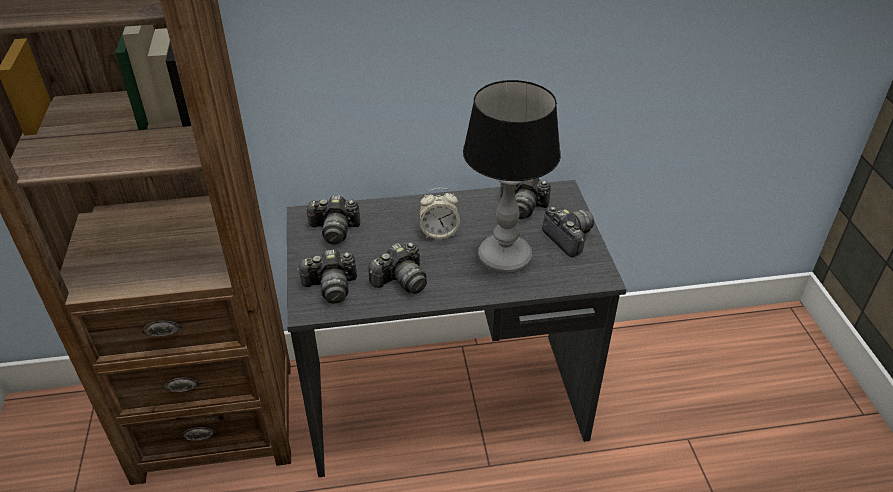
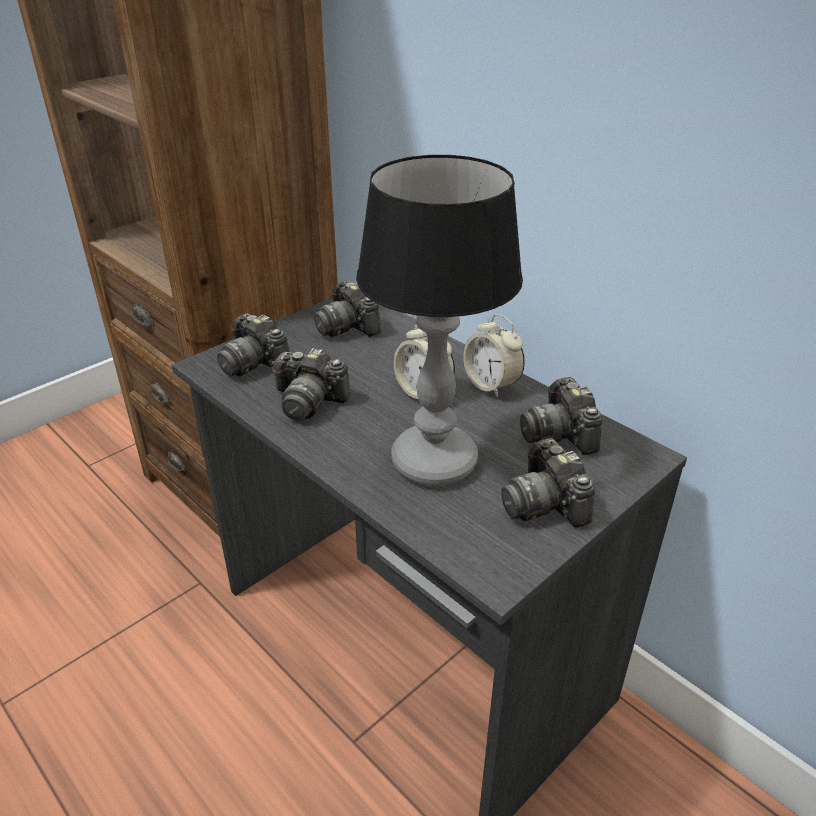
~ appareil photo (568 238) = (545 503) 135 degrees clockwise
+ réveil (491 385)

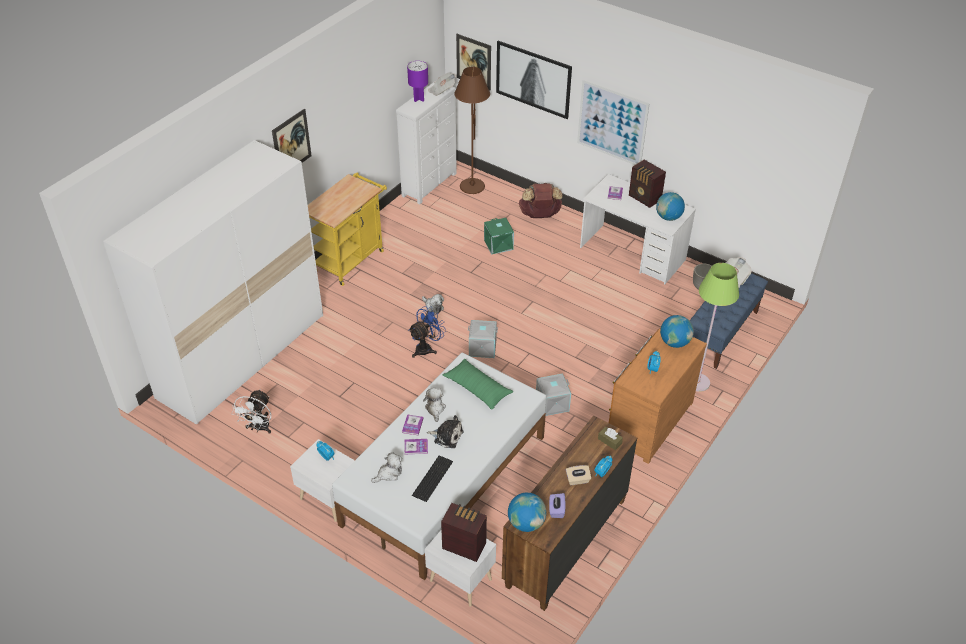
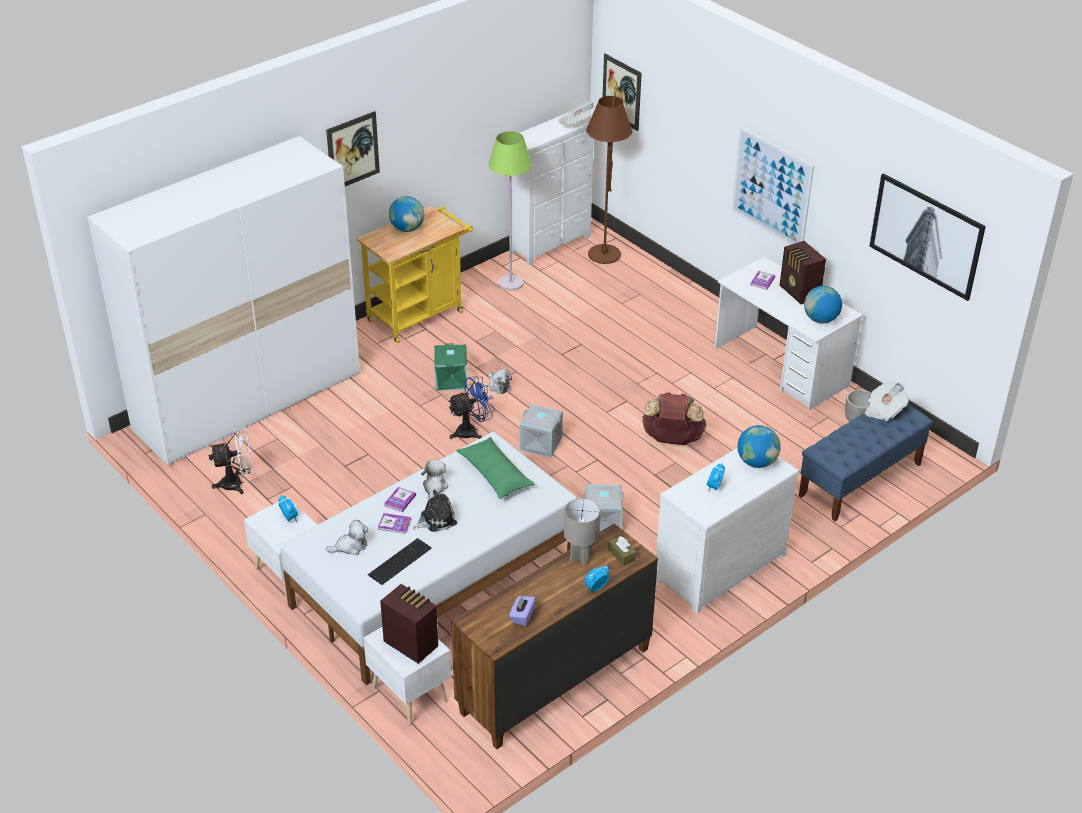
~ ventilateur (blanc) (259 428) = (237 483) 135 degrees counterclockwise
- lampe de table (violet) (418 99)
~ peluche (447 436) = (436 519) 60 degrees counterclockwise
~ boîte de rangement (vert) (499 245) to (452 380)
~ tableau (533 79) to (926 236)
~ globe (526 523) to (407 228)
~ sac à dos (marron) (539 215) to (672 440)
- boîte à mouchoirs (beige) (577 480)
~ commode (marron) (647 421) to commode (blanc) (717 565)
~ lampadaire (vert) (698 382) to (510 283)
+ lampe de table (gris) (580 557)

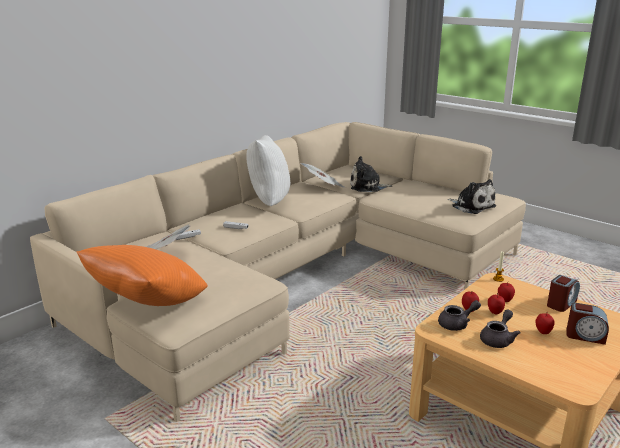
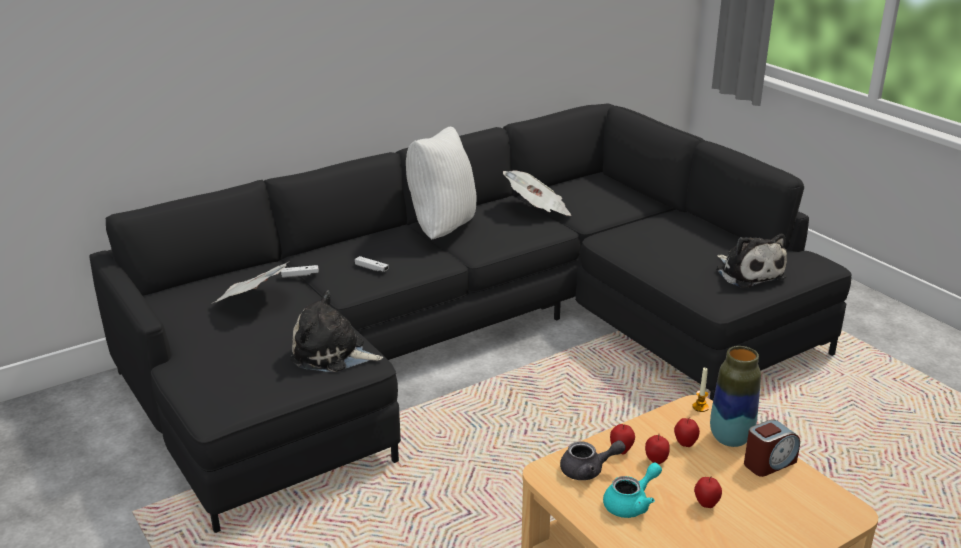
~ canapé (beige) (299 274) to canapé (noir) (476 340)
- coussin (orange) (148 305)
~ peluche (367 187) to (332 354)
~ théière (gris) (498 339) to théière (turquoise) (631 504)
- réveil (585 336)
+ vase (730 438)

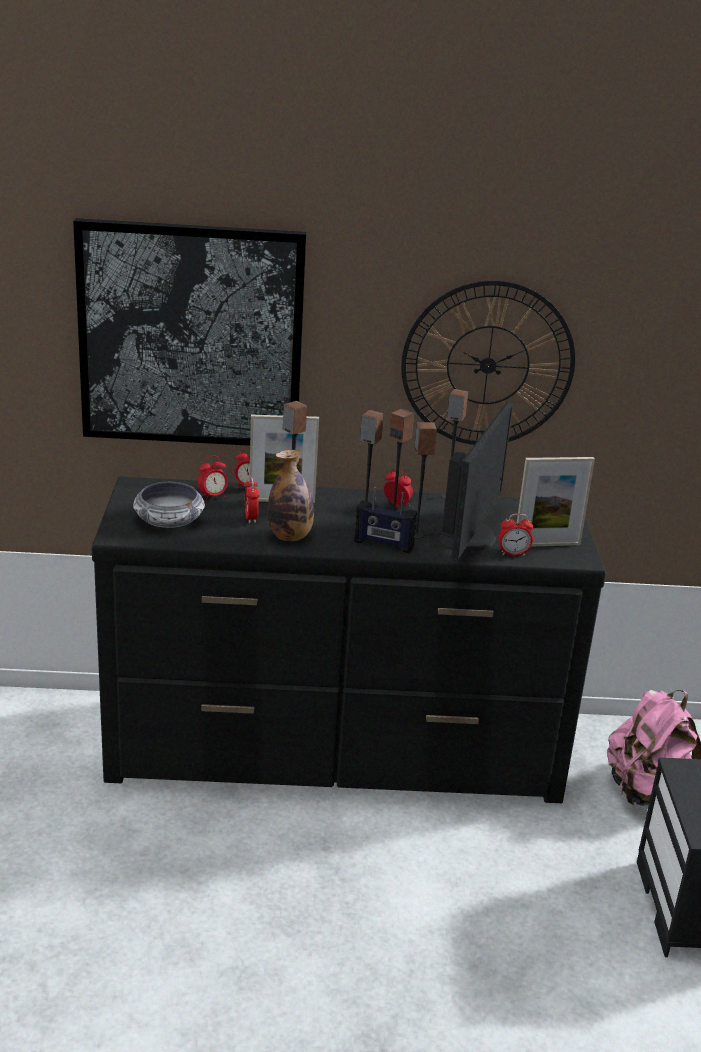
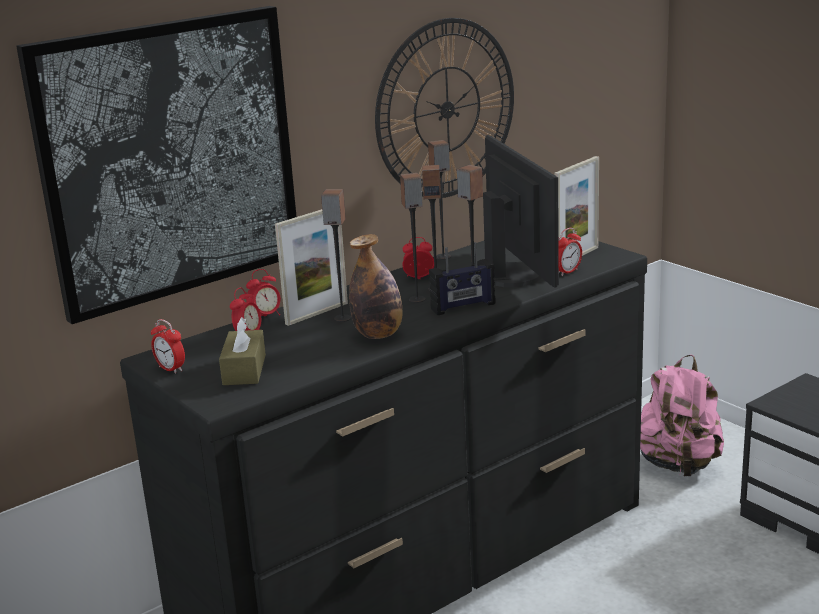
~ bol (169 520) to boîte à mouchoirs (marron) (244 370)
~ réveil (251 518) to (170 369)

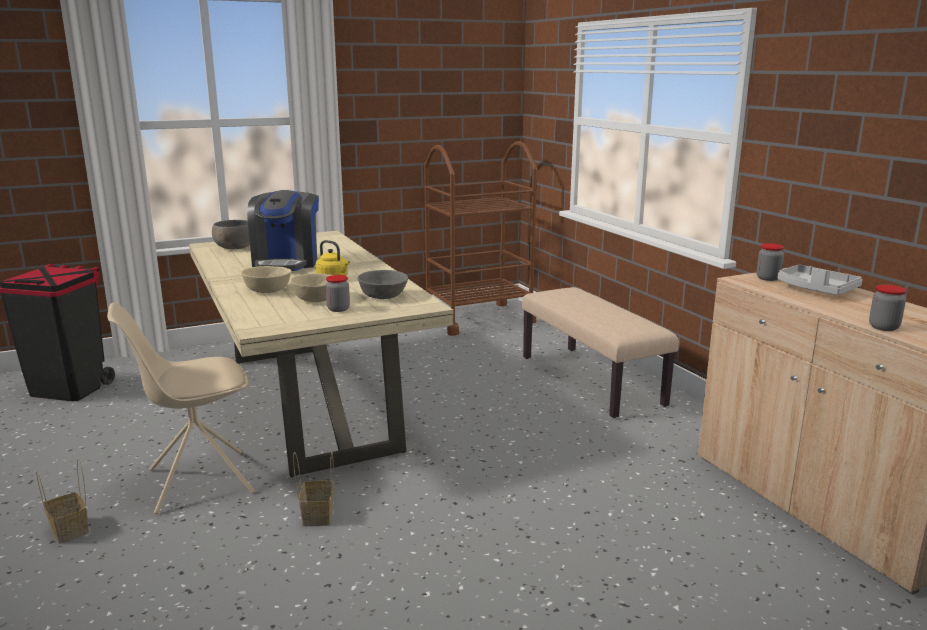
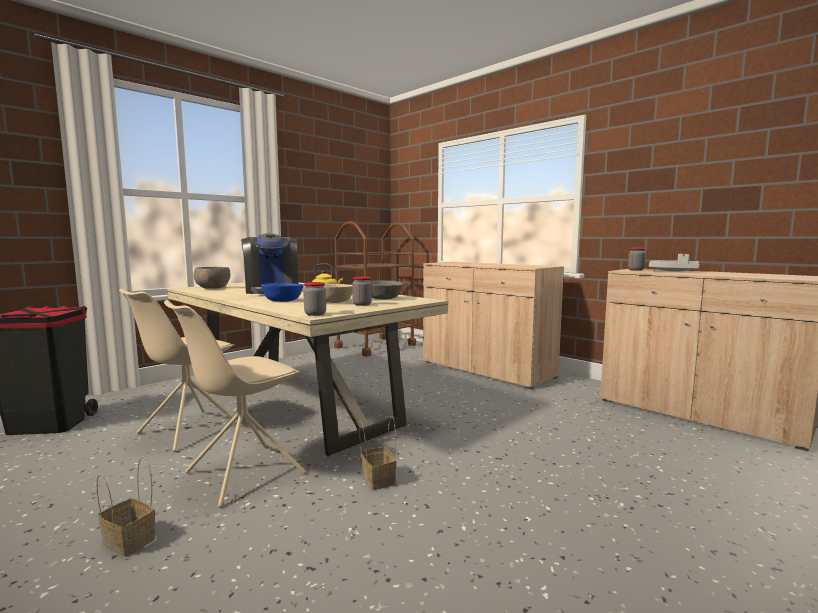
~ bol (beige) (267 290) to bol (bleu) (282 301)
~ banc (beige) (591 380) to meuble de rangement (beige) (486 369)
~ bocal (883 327) to (315 314)
+ chaise (beige) (188 430)

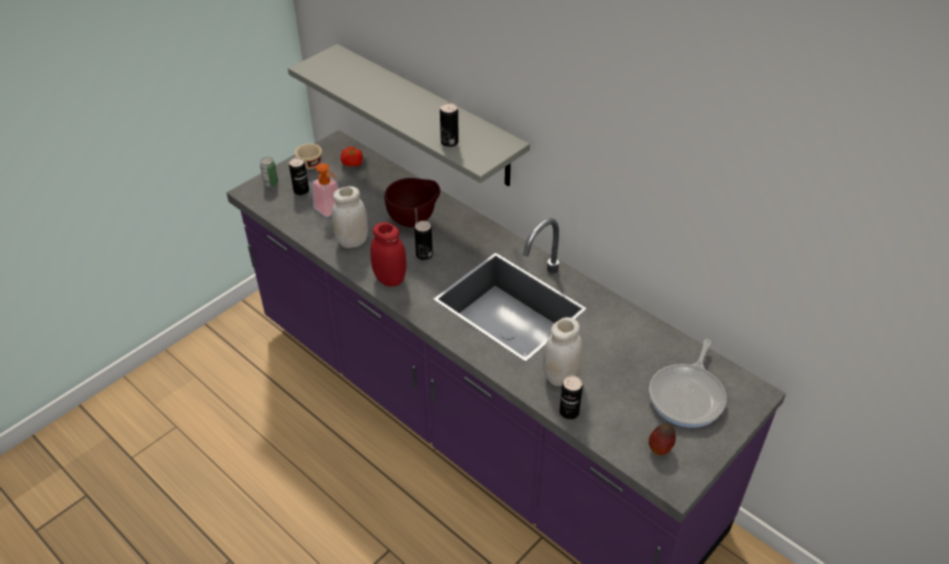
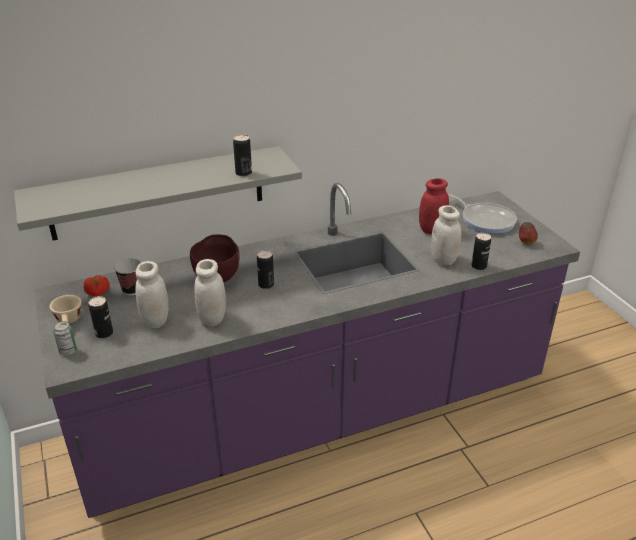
~ distributeur de savon (331 211) to bocal (blanc) (155 321)
~ bocal (rouge) (390 279) to (432 230)
+ tasse (132 290)

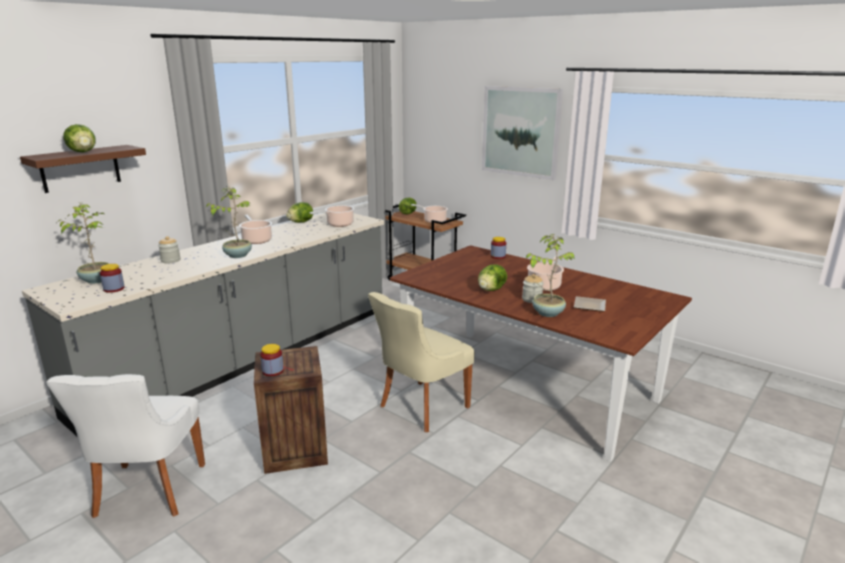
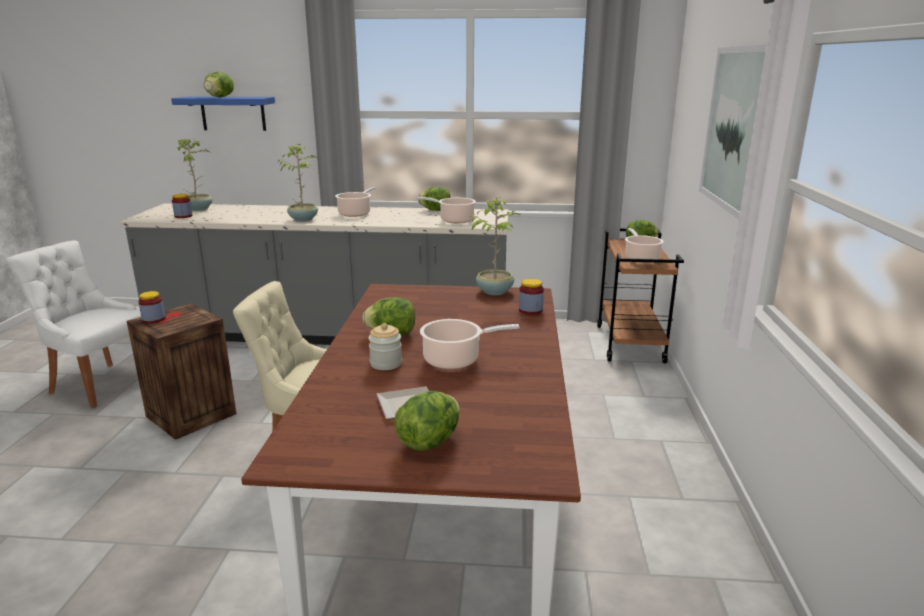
~ étagère (marron) (80 168) to étagère (bleu) (233 113)
~ chaise (blanc) (148 492) = (101 383) 60 degrees clockwise
- bocal (170 260)
~ plante en pot (547 313) to (495 291)
+ laitue (429 441)

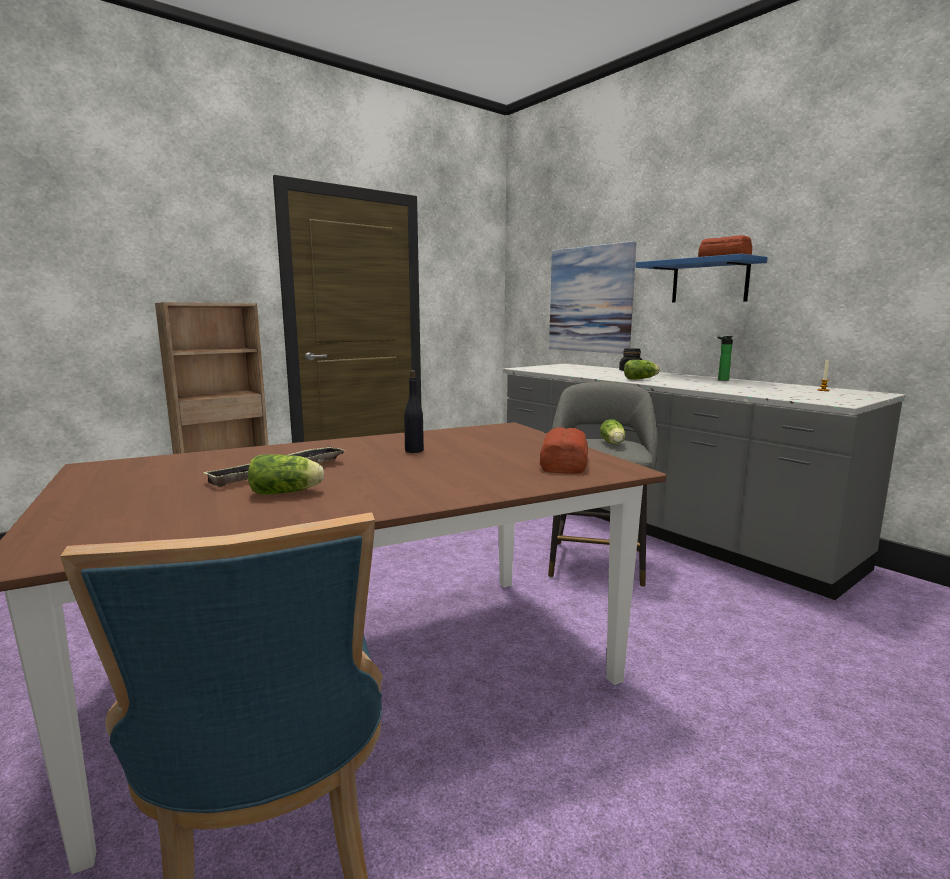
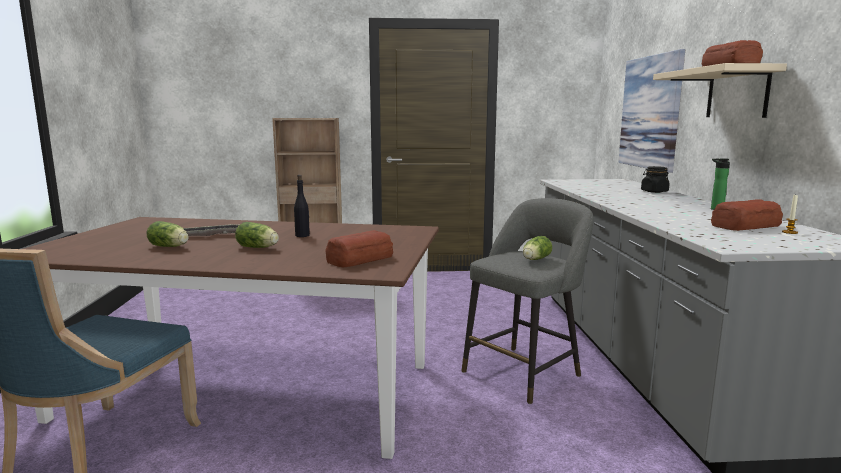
~ laitue (641 379) to (259 248)
~ étagère (bleu) (709 281) to étagère (beige) (737 93)
+ pain (746 226)

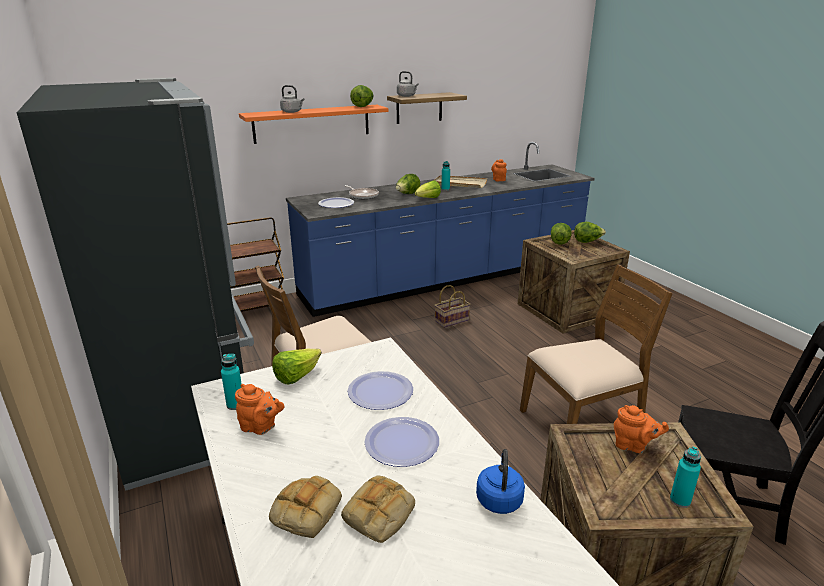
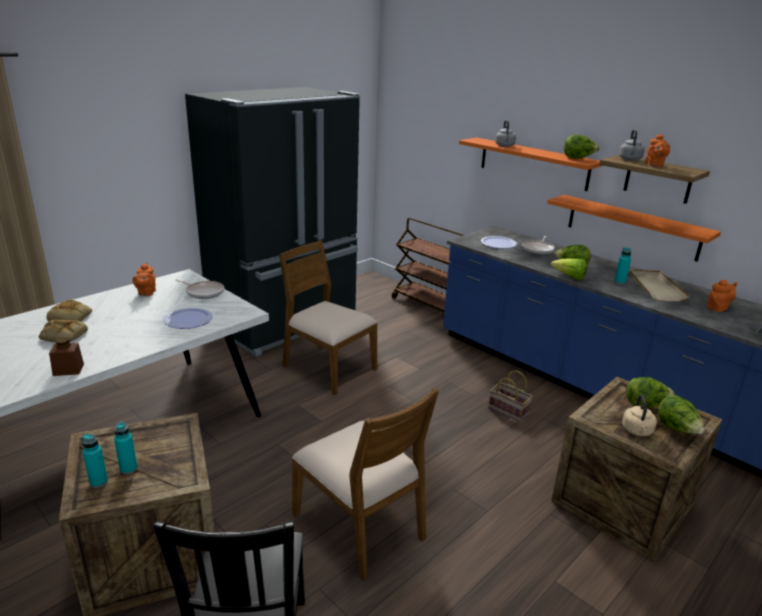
~ bouteille (turquoise) (235 405) to (128 468)
~ laitue (297 376) to poêle (203 292)
- assiette (401 443)
~ bouilloire (bleu) (499 498) to bocal (marron) (68 370)
~ théière (orange) (633 446) to (654 165)
+ étagère (orange) (632 227)
+ bouilloire (beige) (637 431)

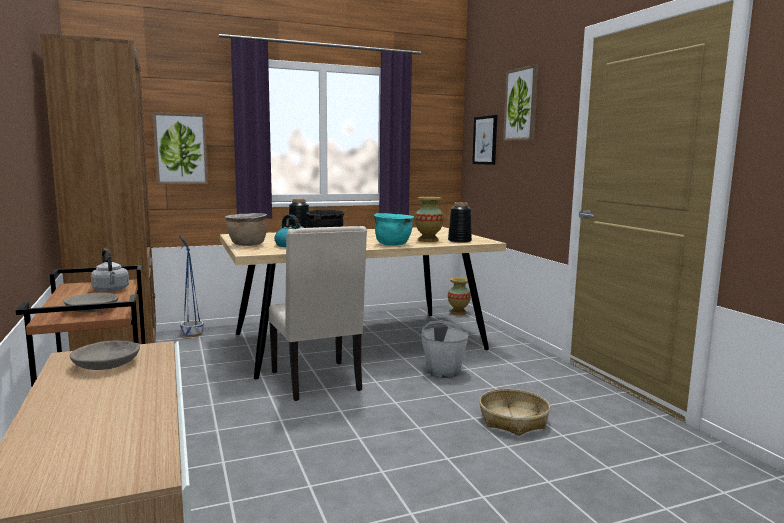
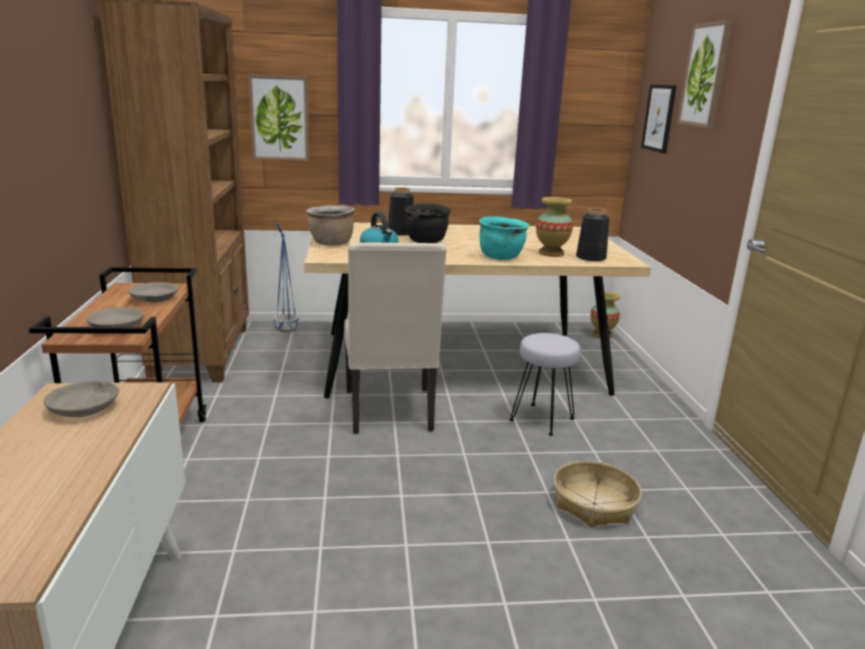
~ bouilloire (gris) (111 290) to bol (gris) (154 299)
~ seau (gris) (444 371) to tabouret (gris) (542 419)

